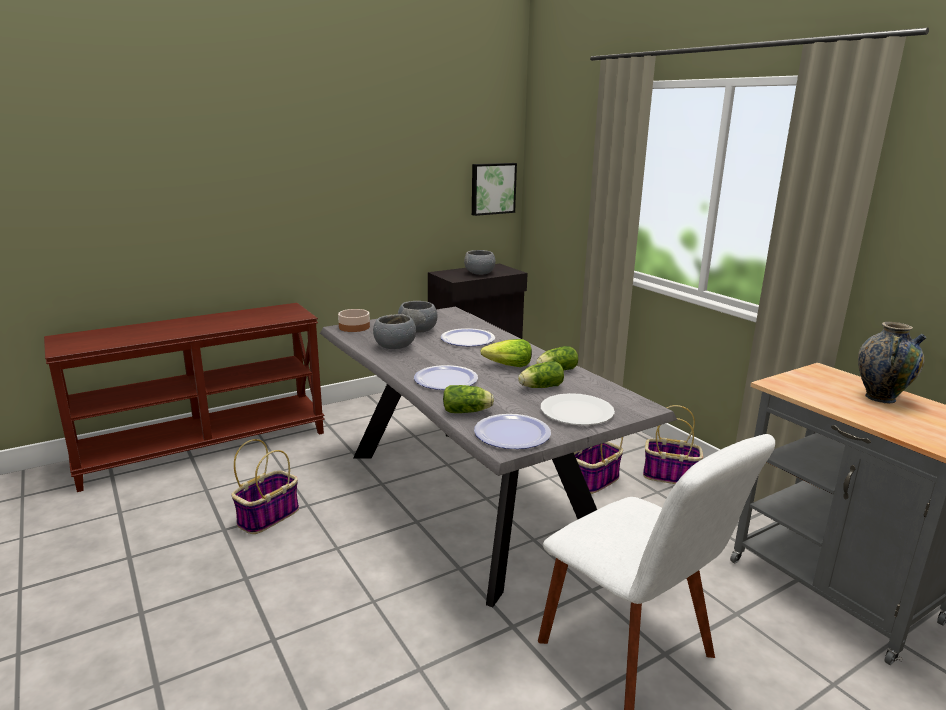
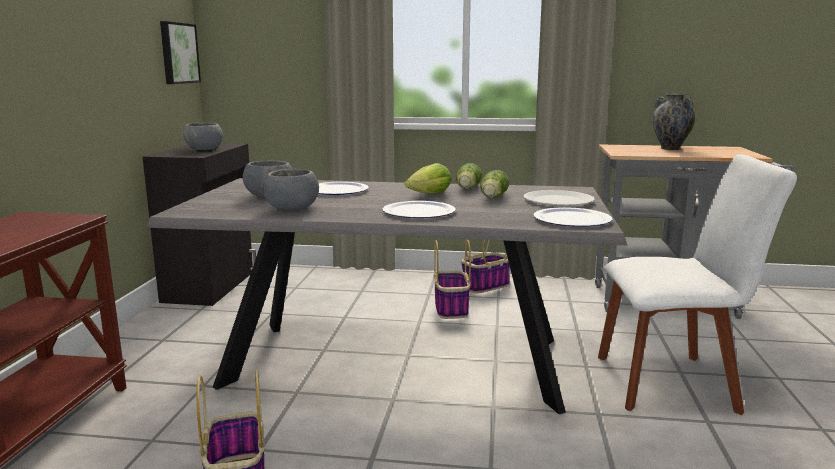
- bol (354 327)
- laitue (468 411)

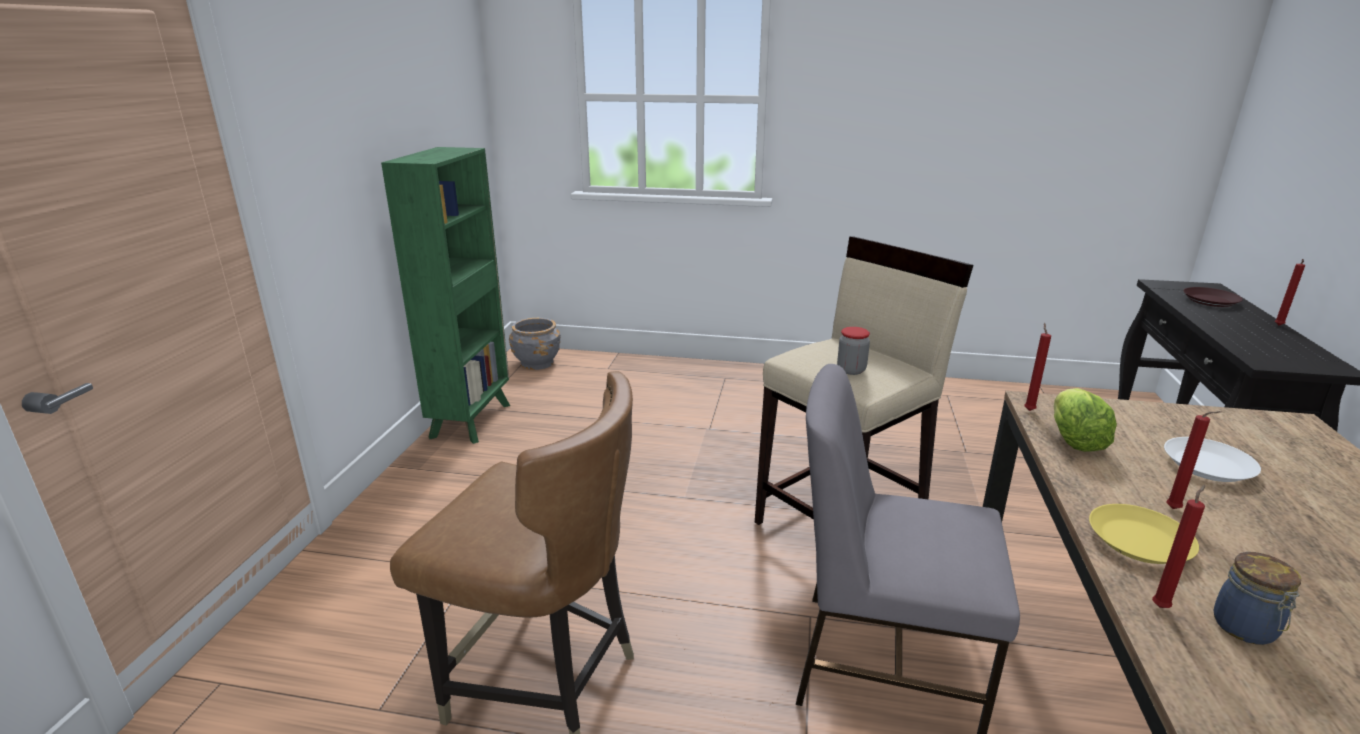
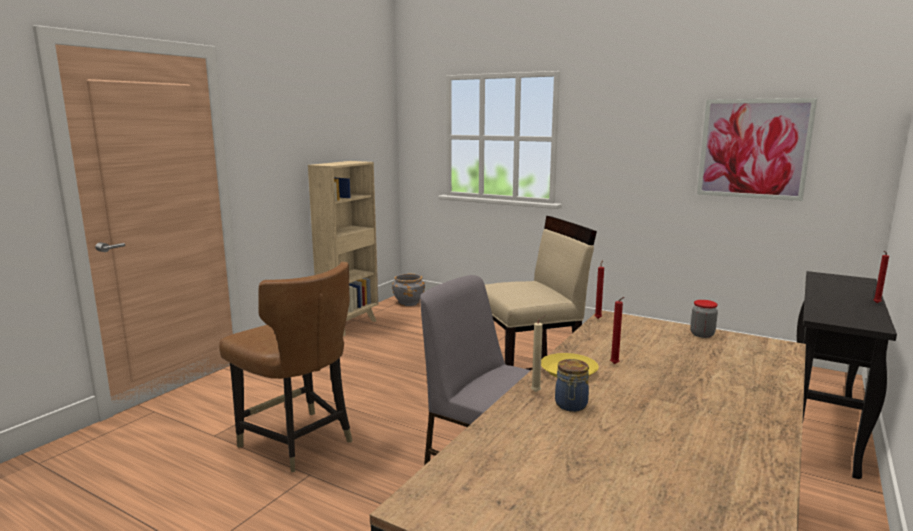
~ bibliothèque (vert) (472 420) to bibliothèque (beige) (350 325)
~ bocal (851 370) to (702 334)
- laitue (1073 439)
~ bougie (rouge) (1161 606) to bougie (beige) (537 391)
- assiette (blanc) (1207 466)
- assiette (marron) (1211 301)
+ tableau (753 149)

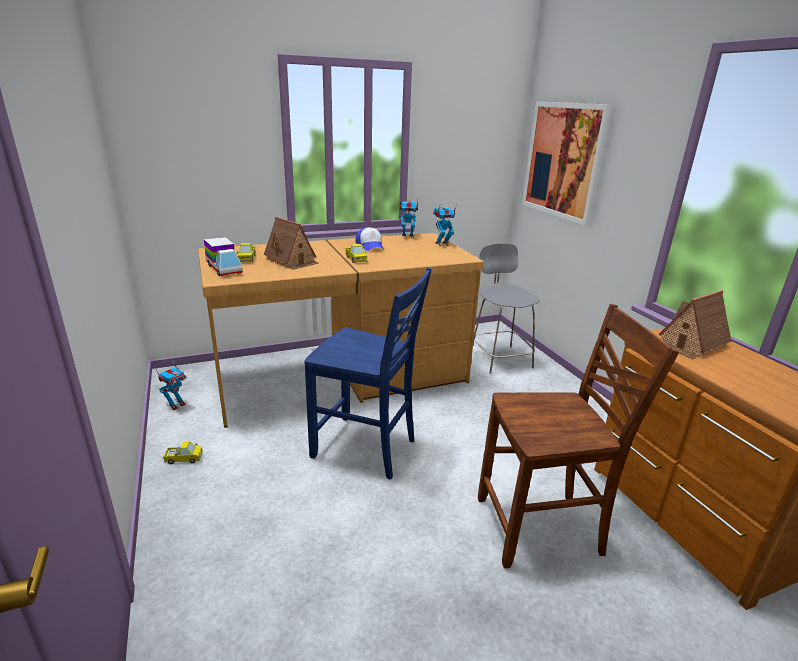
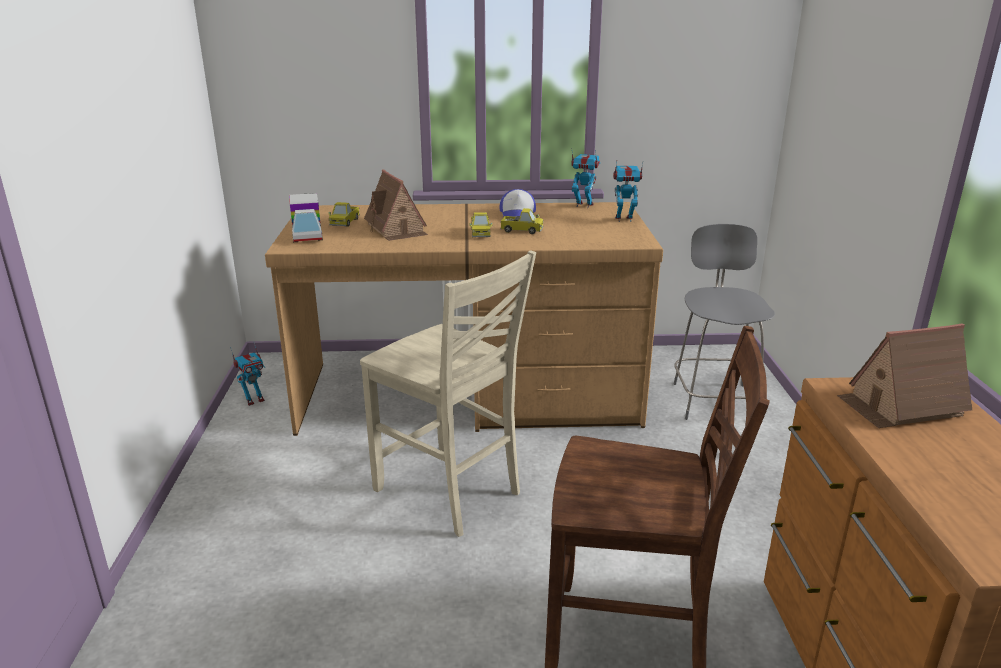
~ camion jouet (184 459) to (521 231)
~ chaise (bleu) (366 448) to chaise (beige) (450 492)
- tableau (563 160)

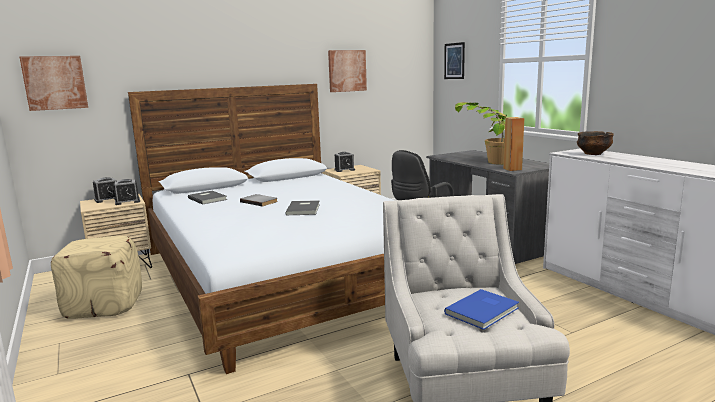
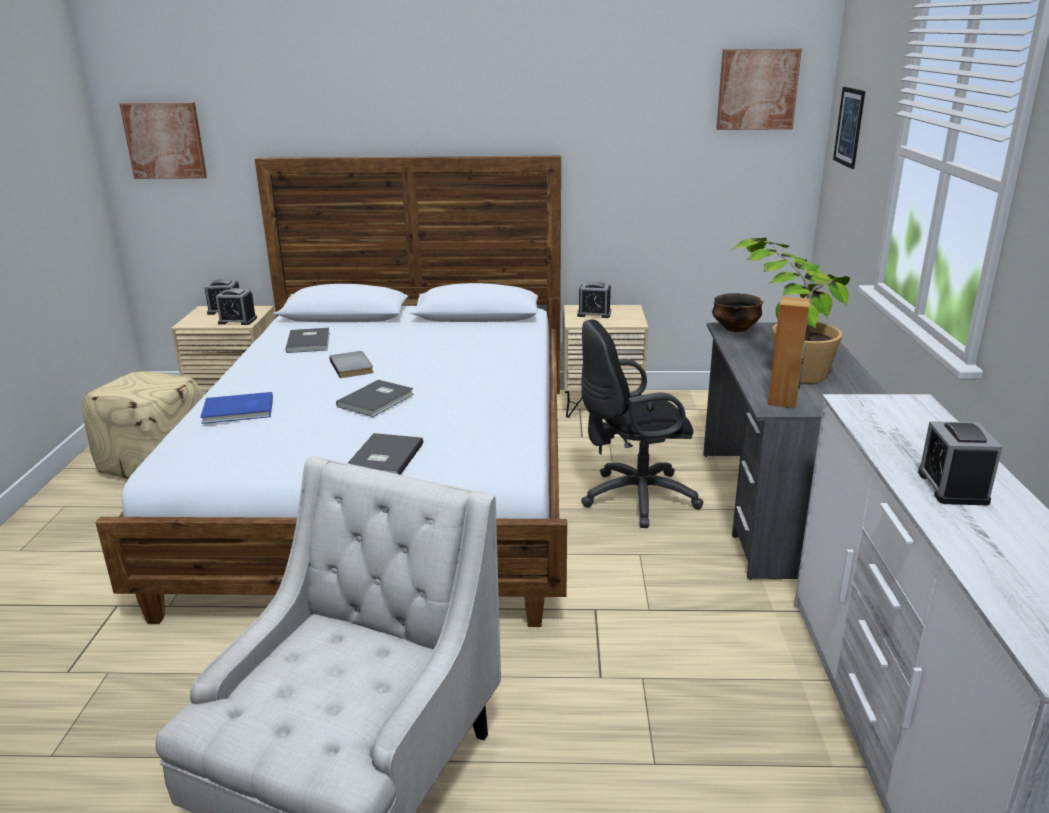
~ tableau (347 71) to (757 89)
~ livre (bleu) (484 311) to (239 411)
~ bol (593 154) to (735 329)
+ livre (gris) (383 458)
+ réveil (952 487)

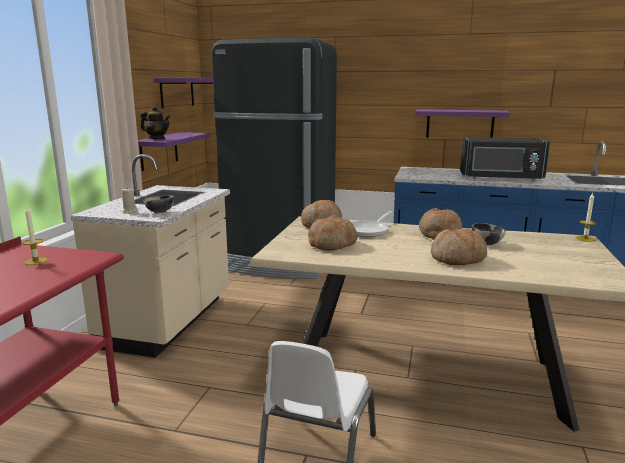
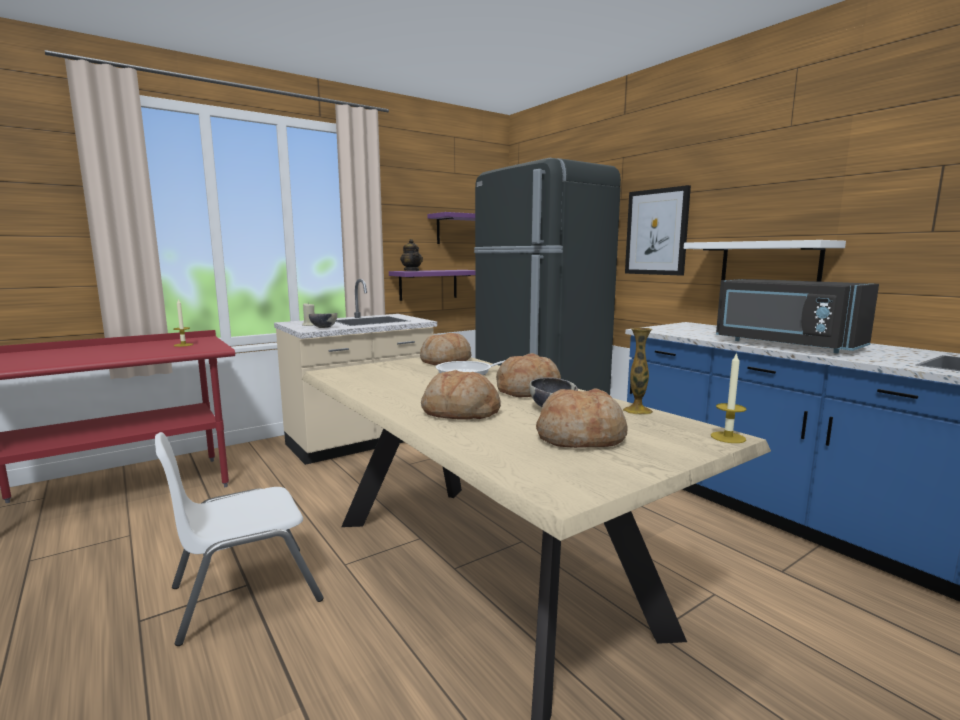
~ pain (332 244) to (581 437)
~ étagère (violet) (459 124) to étagère (blanc) (769 263)
+ vase (637 411)
+ tableau (657 232)

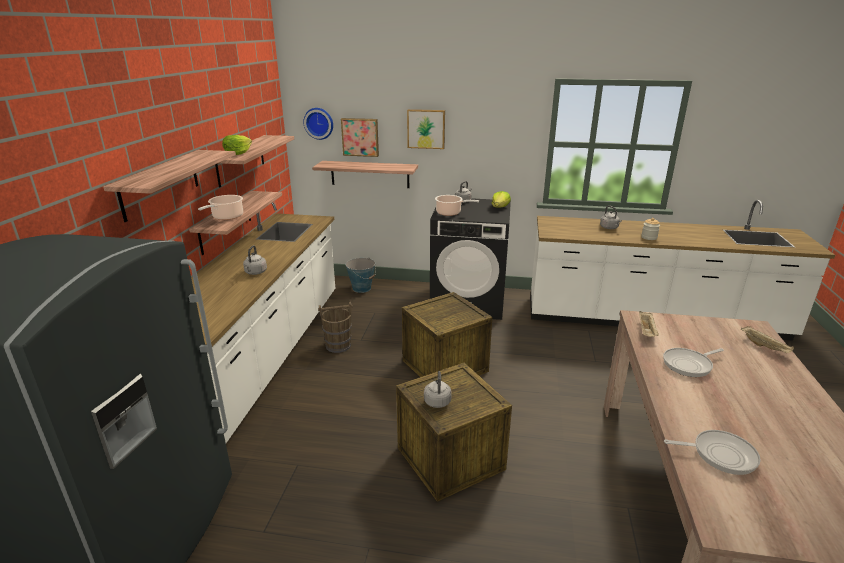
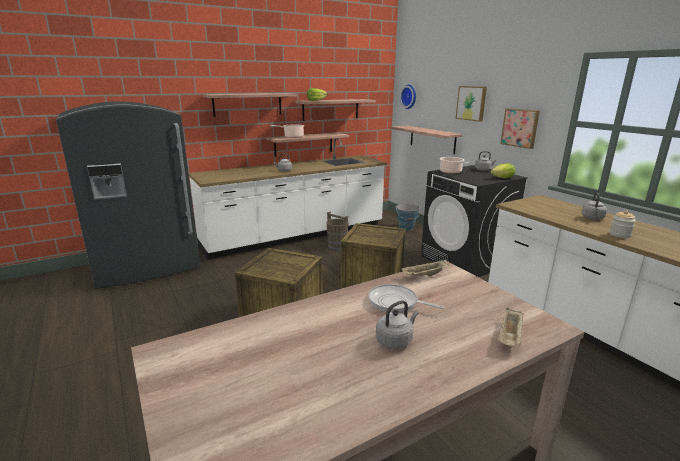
~ tableau (360 137) to (520 127)
~ bouilloire (gris) (437 401) to (395 340)
- poêle (720 454)

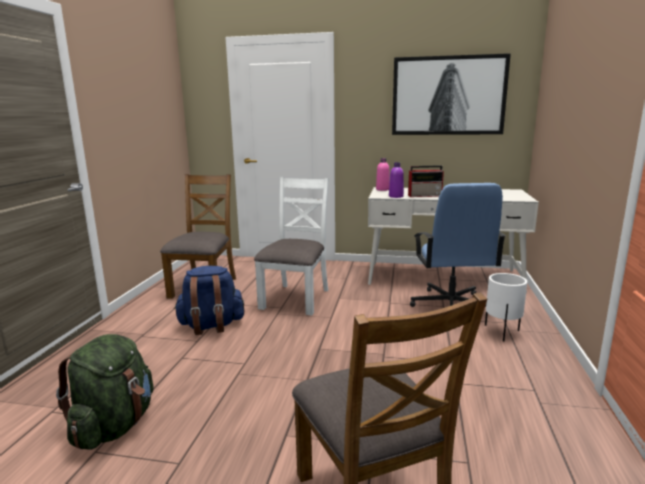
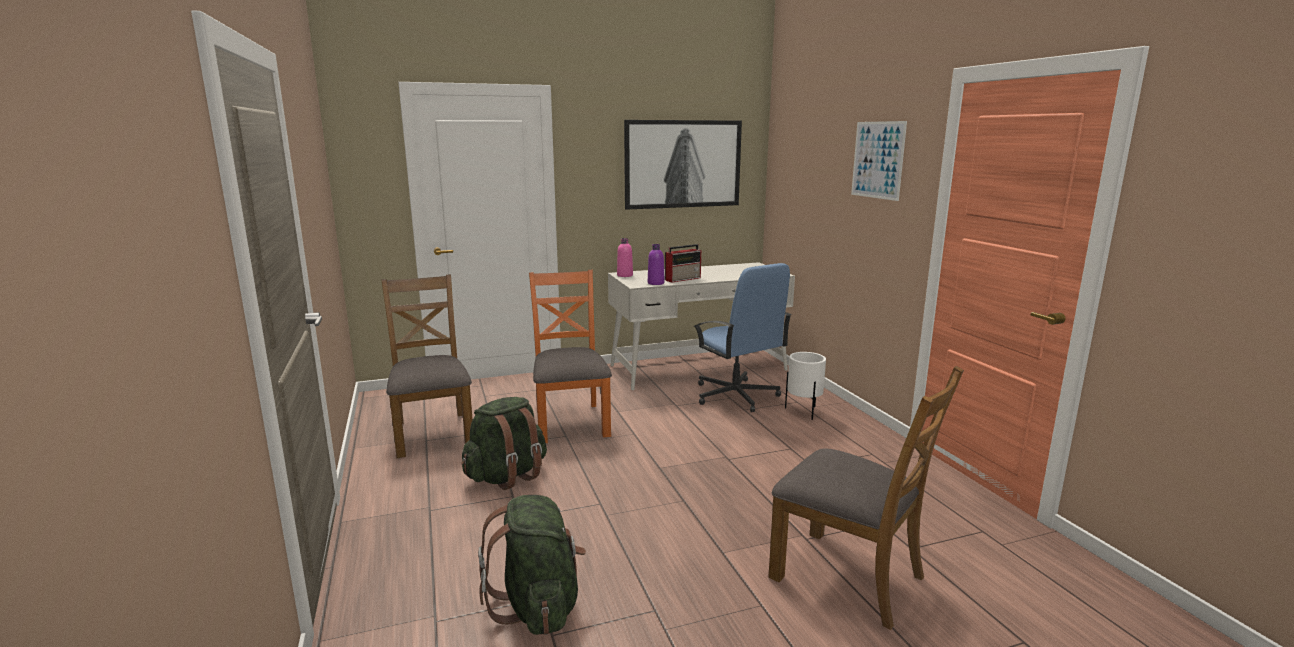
~ sac à dos (bleu) (211 326) to sac à dos (vert) (507 476)
~ chaise (blanc) (296 298) to chaise (orange) (570 422)
+ tableau (877 160)

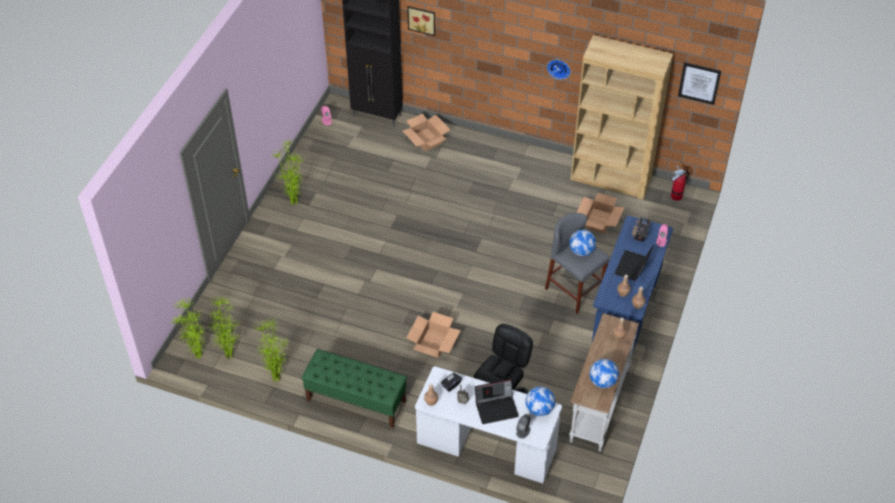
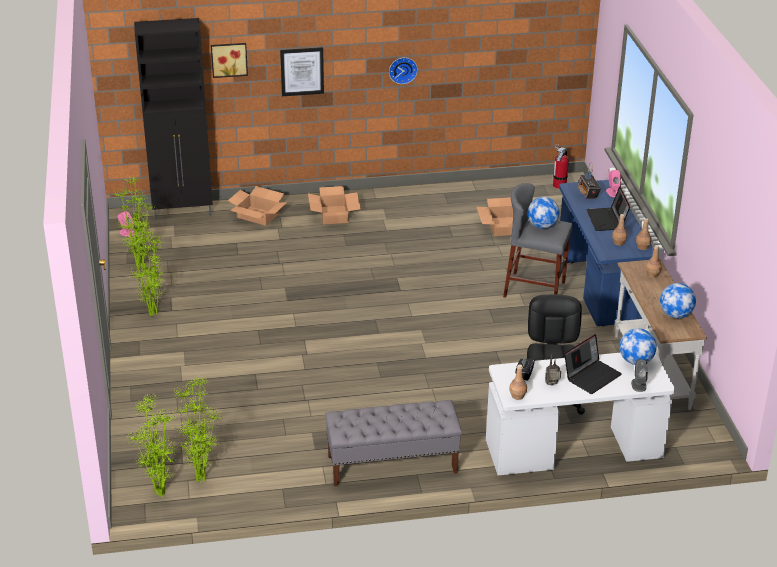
~ plante en pot (276 378) to (140 267)
~ banc (vert) (356 401) to banc (gris) (392 464)
~ carton (433 343) to (334 215)
- bibliothèque (marron) (611 179)
~ tableau (699 83) to (302 71)

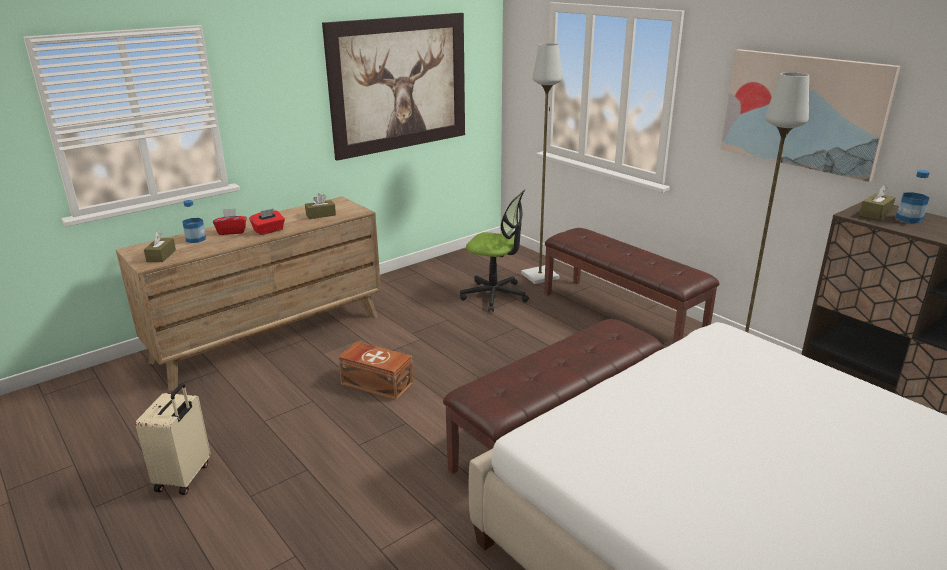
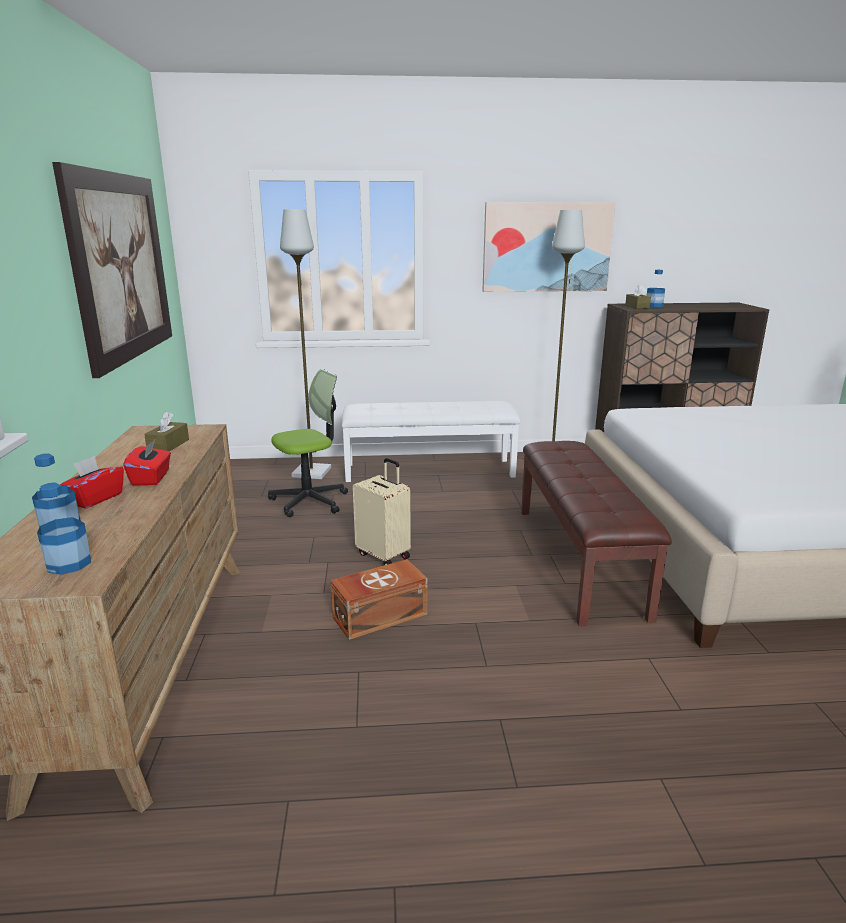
~ valise (beige) (184 477) to (384 555)
~ boîte à mouchoirs (marron) (161 256) to bouteille (69 564)
~ banc (marron) (622 315) to banc (blanc) (429 470)

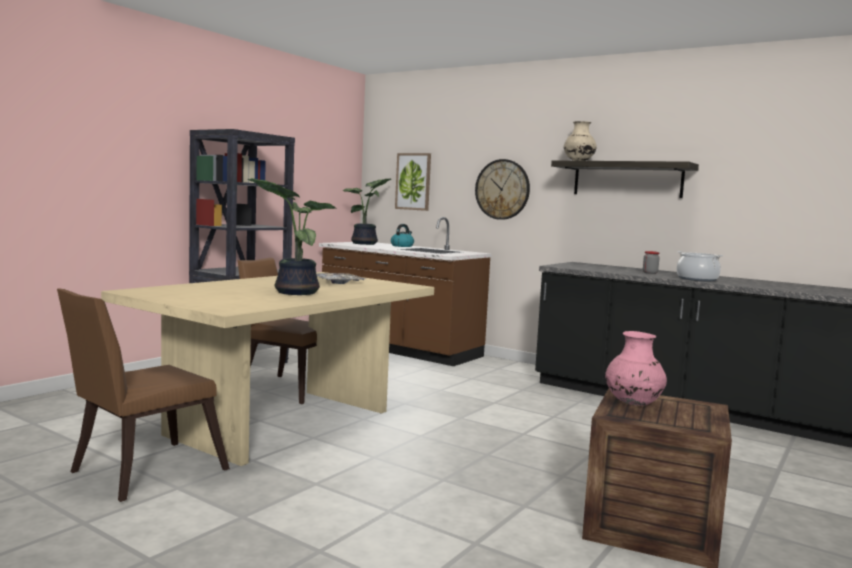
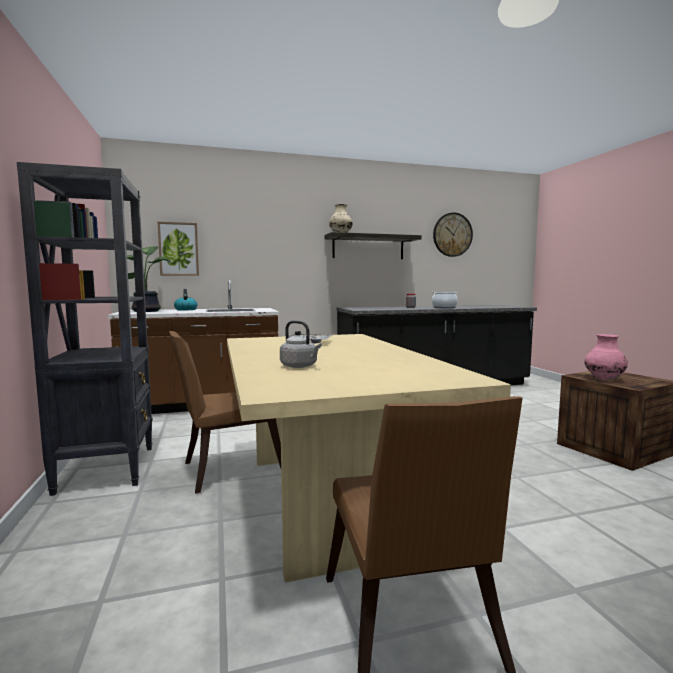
- plante en pot (294 292)
~ horloge murale (502 189) to (452 234)
+ bouilloire (gris) (300 366)

